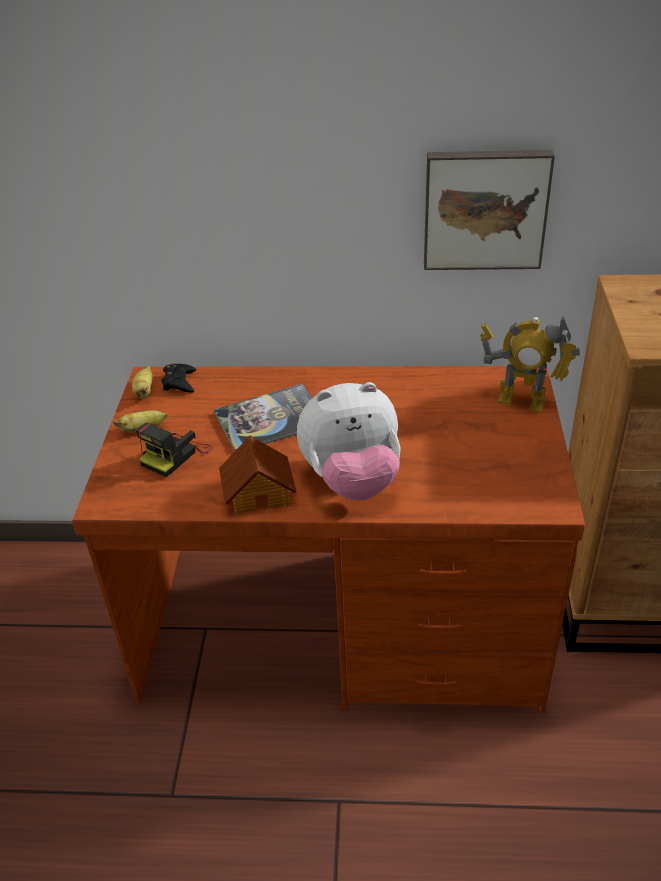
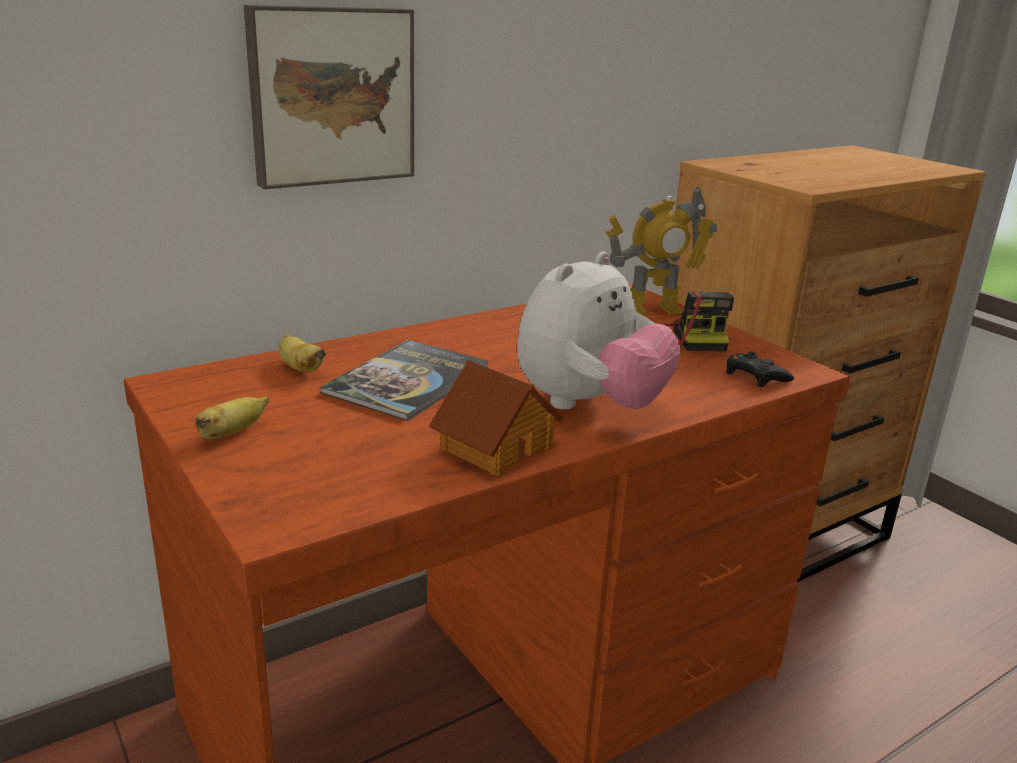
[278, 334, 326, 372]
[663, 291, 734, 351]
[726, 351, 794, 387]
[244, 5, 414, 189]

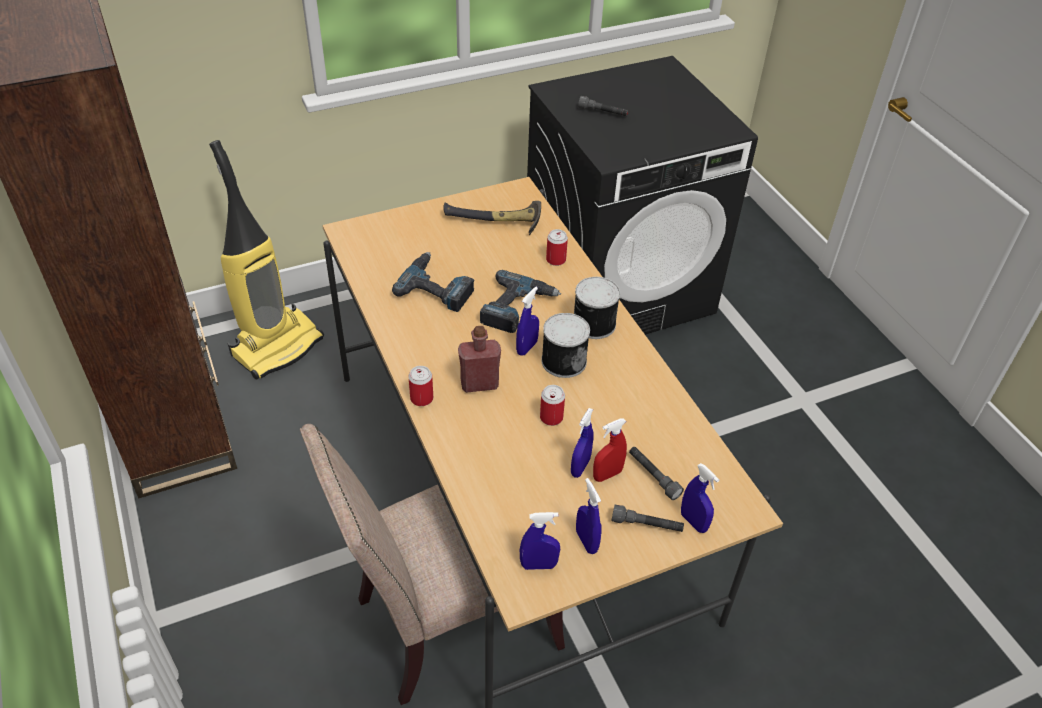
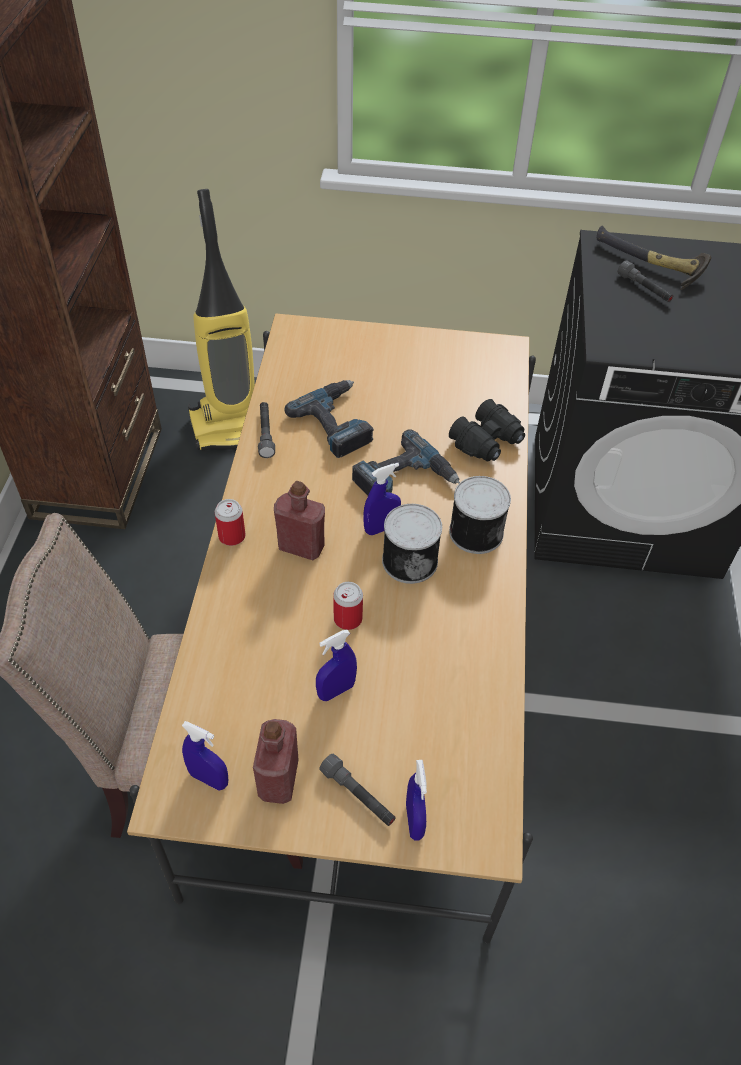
[597, 226, 711, 290]
[449, 399, 525, 461]
[253, 719, 299, 804]
[593, 418, 627, 482] (first image)
[258, 402, 275, 458]

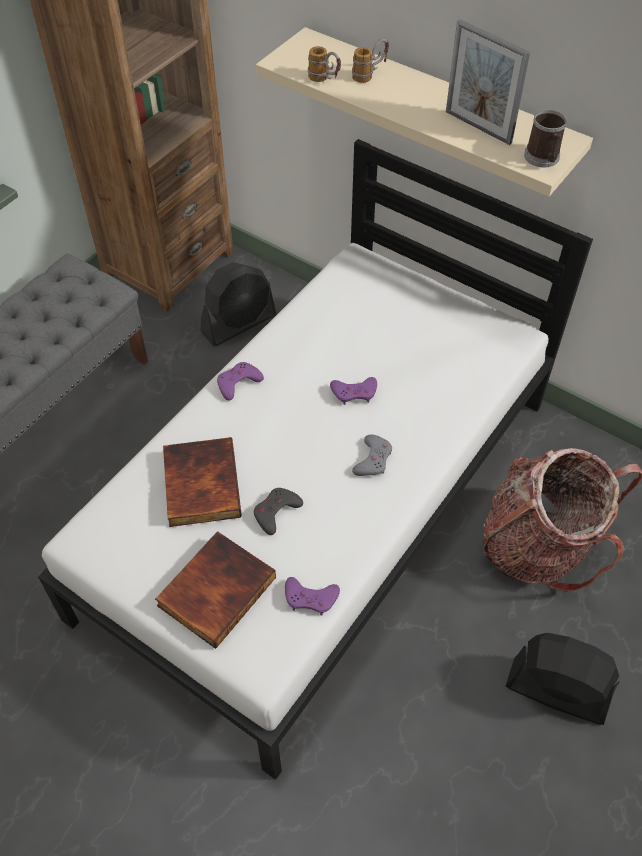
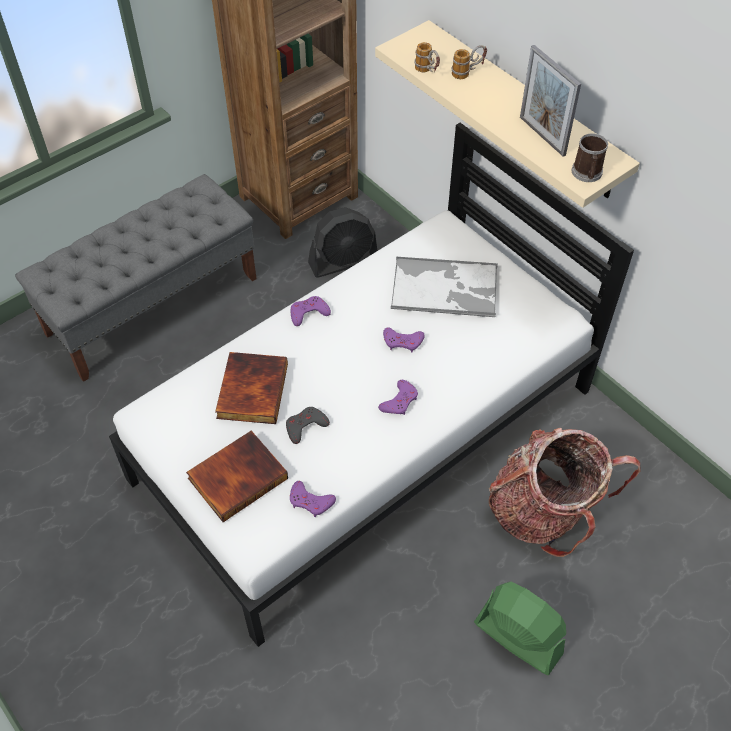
[378, 380, 418, 415]
[474, 582, 566, 676]
[391, 257, 498, 317]

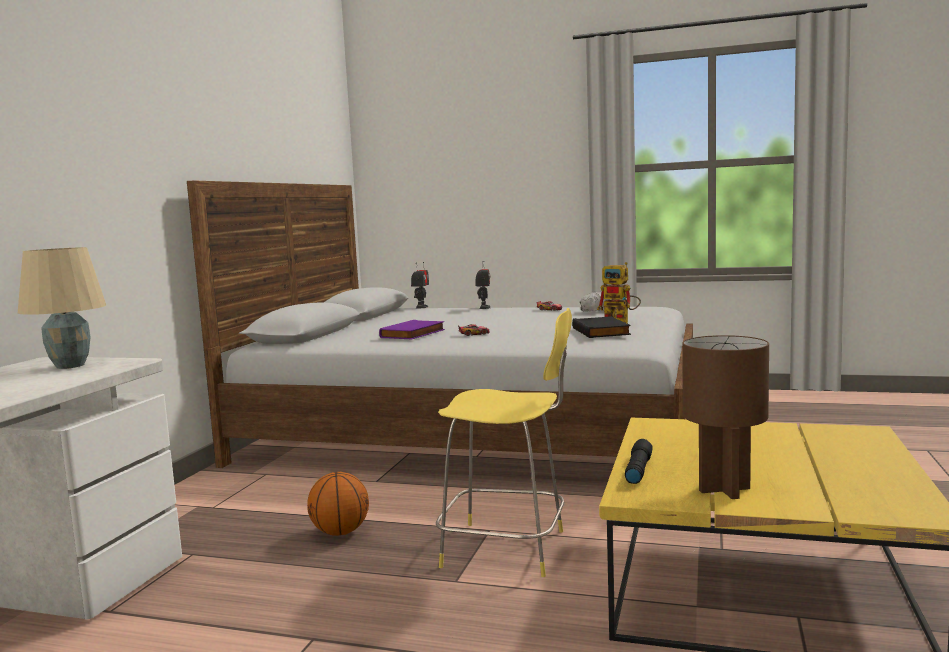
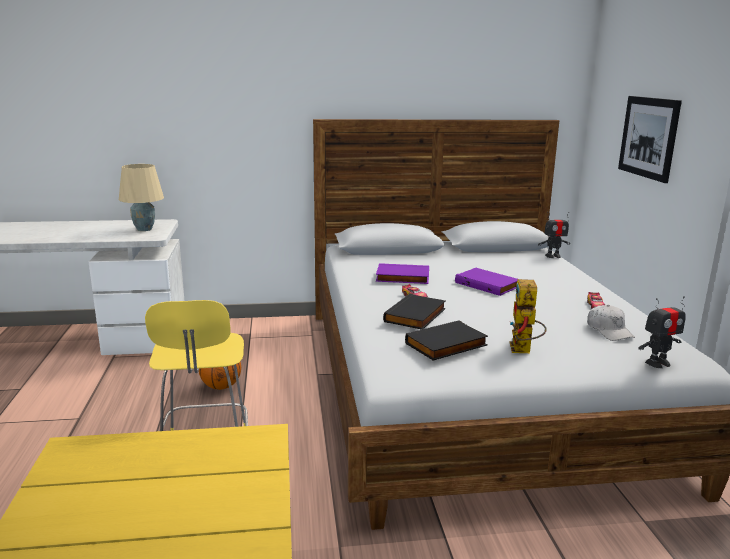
[638, 296, 686, 368]
[625, 439, 653, 484] (first image)
[682, 335, 769, 499] (first image)
[383, 294, 446, 330]
[455, 268, 518, 296]
[618, 96, 682, 183]

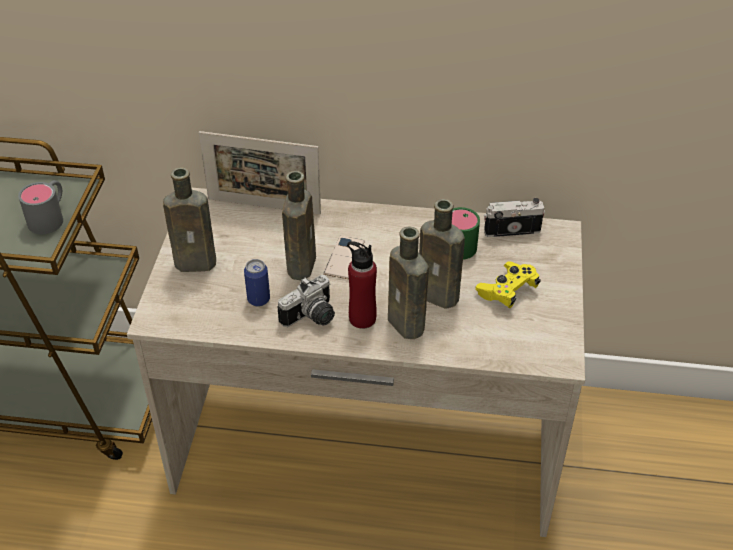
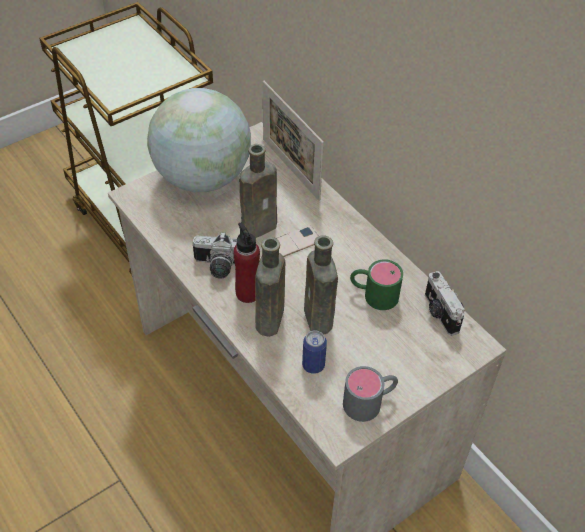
[343, 366, 398, 422]
[147, 88, 251, 192]
[302, 330, 327, 374]
[475, 261, 541, 308] (first image)
[425, 271, 465, 336]

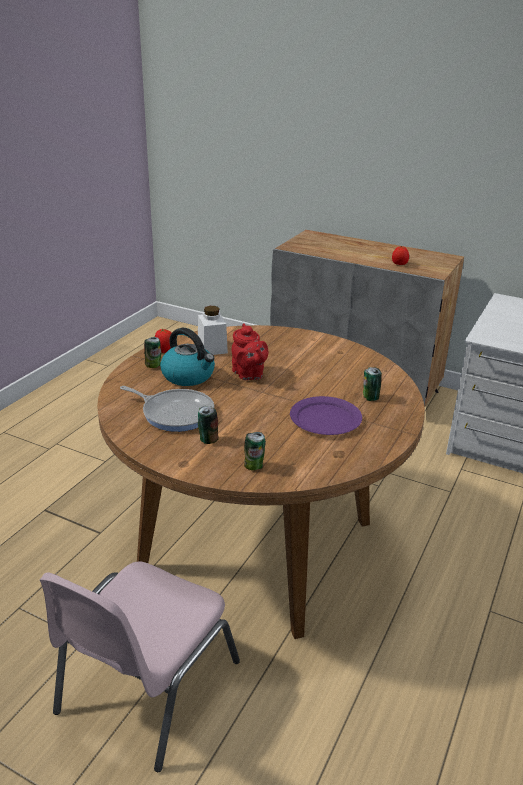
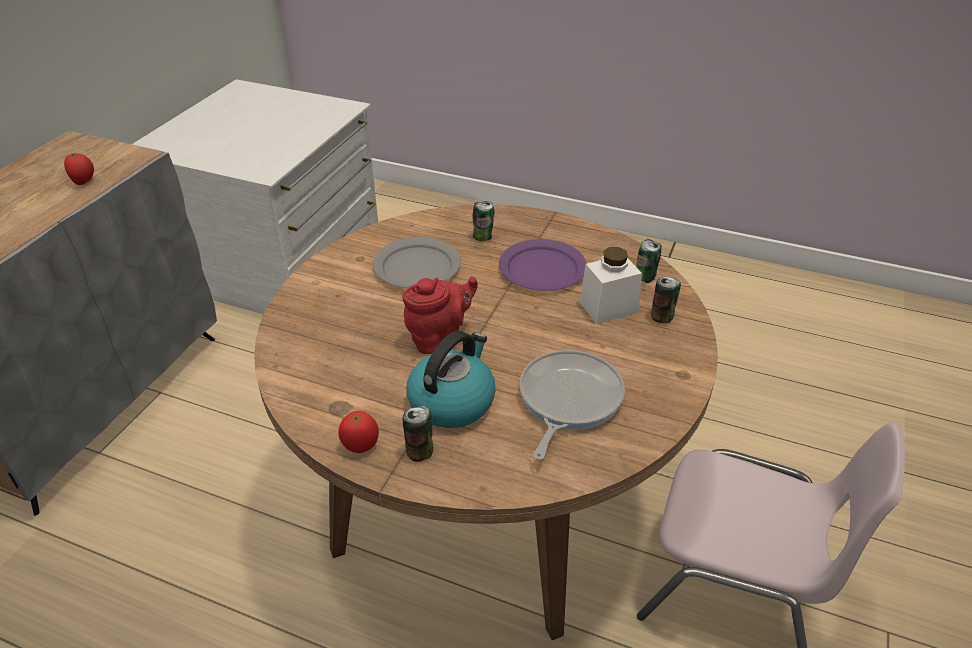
[580, 247, 642, 324]
[636, 239, 662, 283]
[373, 237, 461, 288]

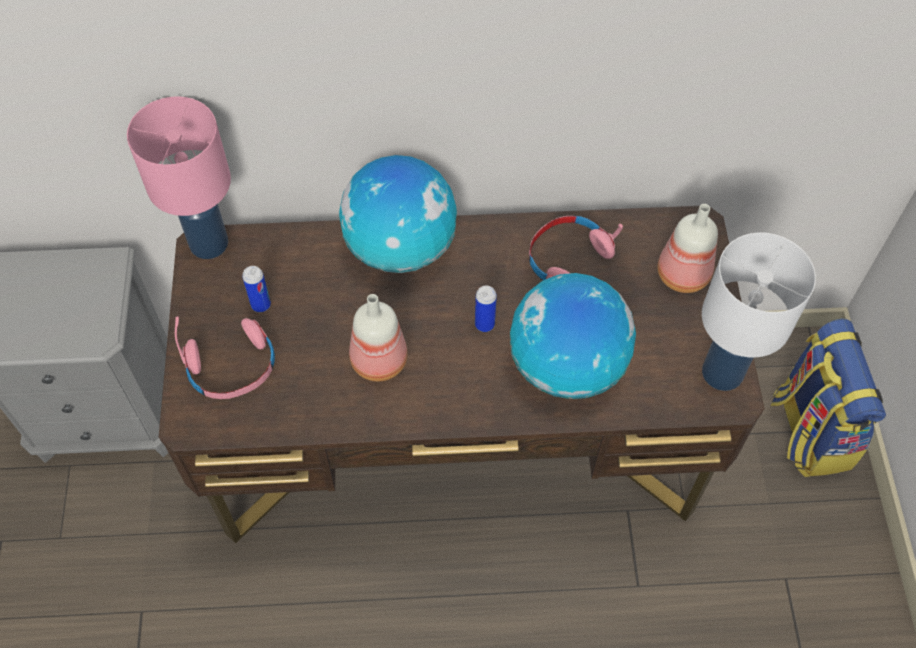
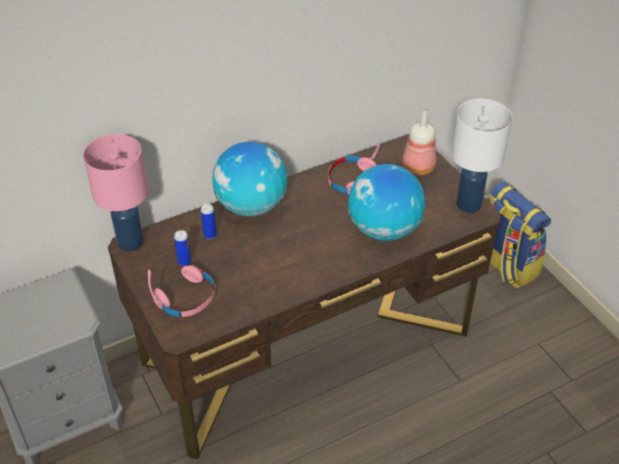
[349, 294, 408, 382] (first image)
[201, 204, 217, 239]

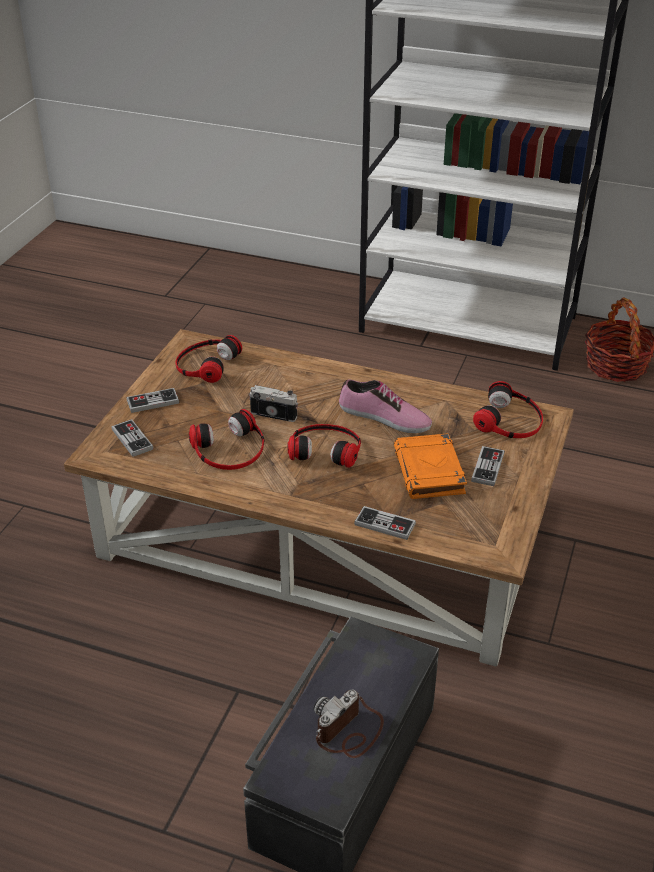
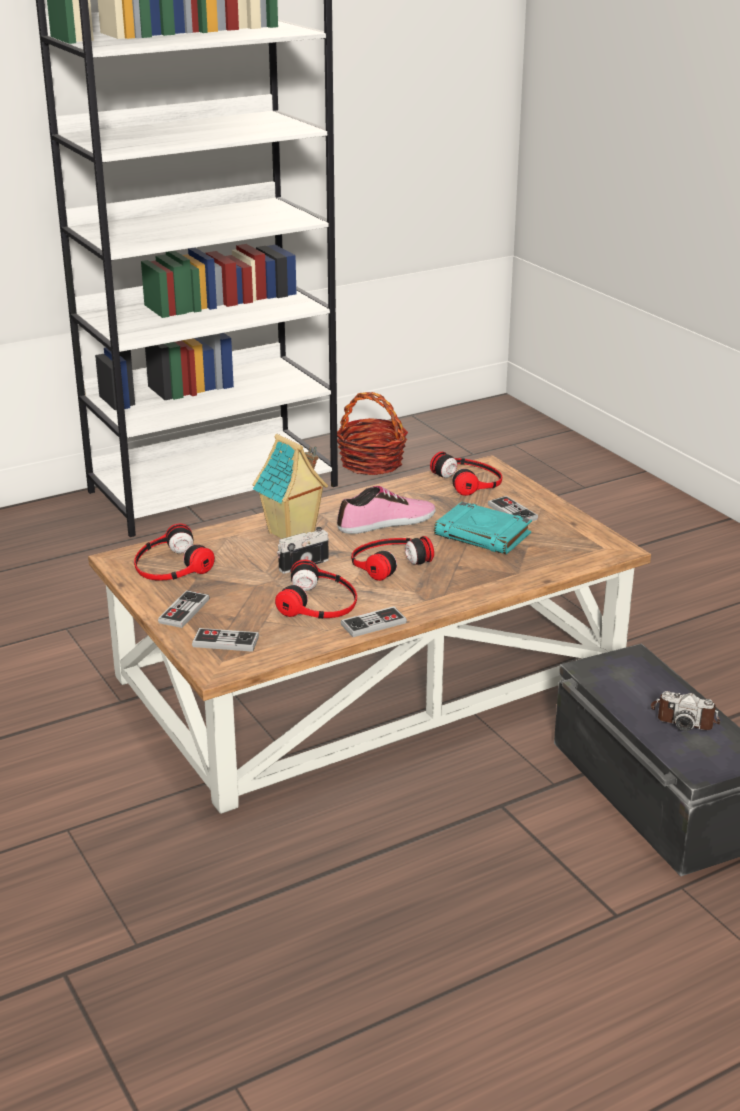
[651, 691, 720, 731]
[341, 606, 407, 637]
[434, 502, 532, 554]
[253, 434, 328, 539]

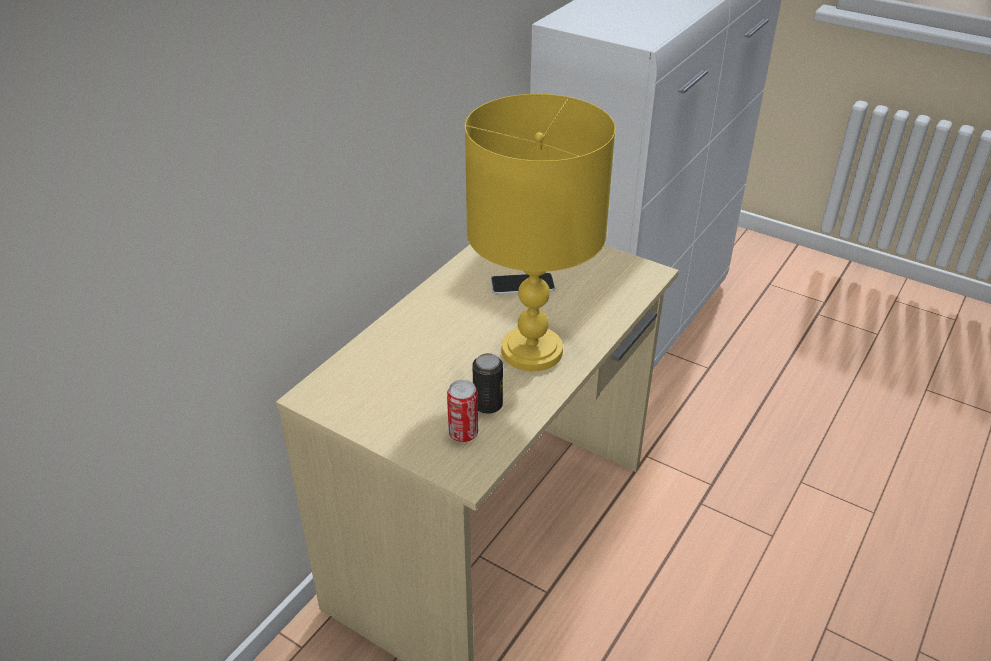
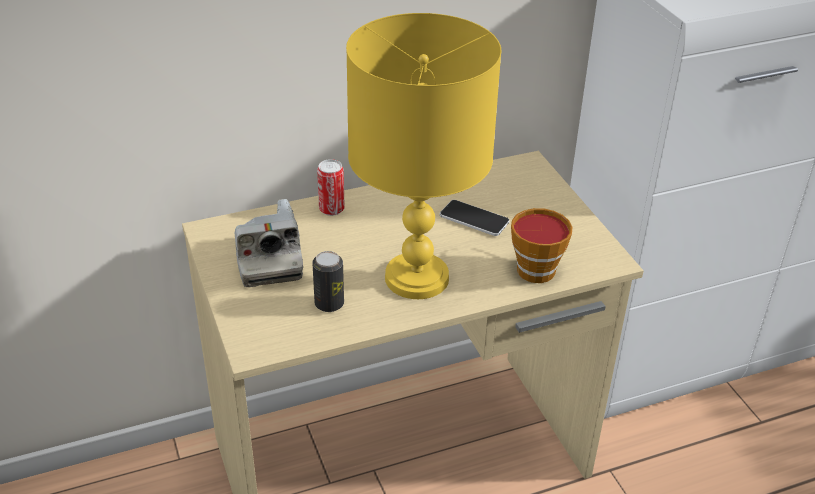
[317, 159, 345, 216]
[235, 199, 303, 287]
[511, 208, 572, 283]

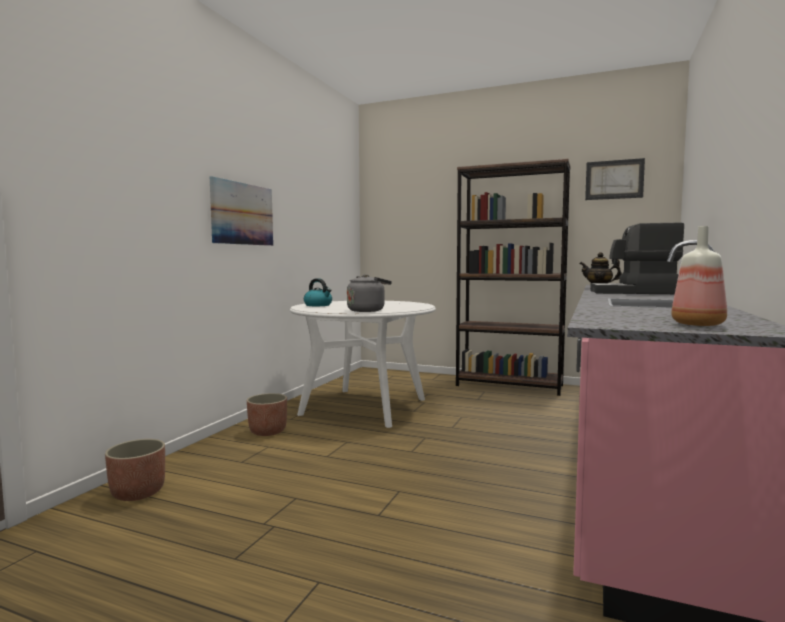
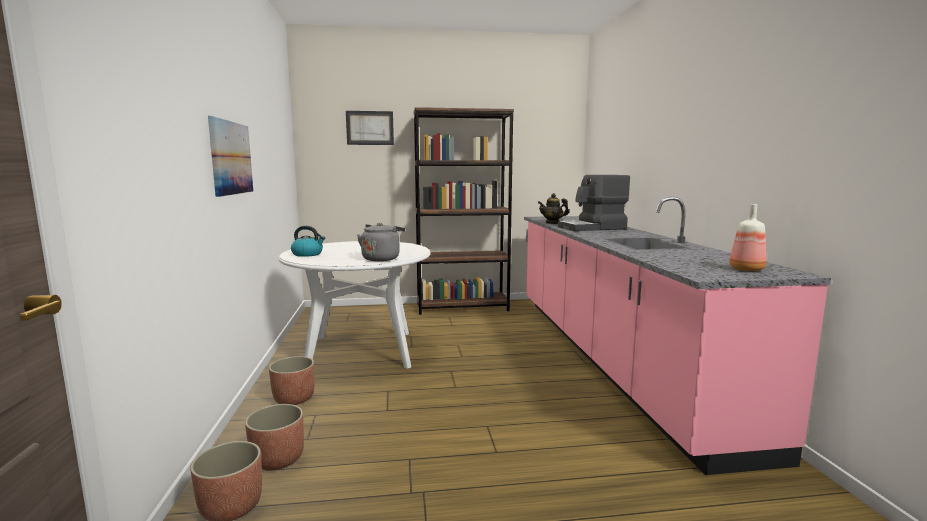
[346, 111, 394, 145]
[245, 404, 304, 470]

